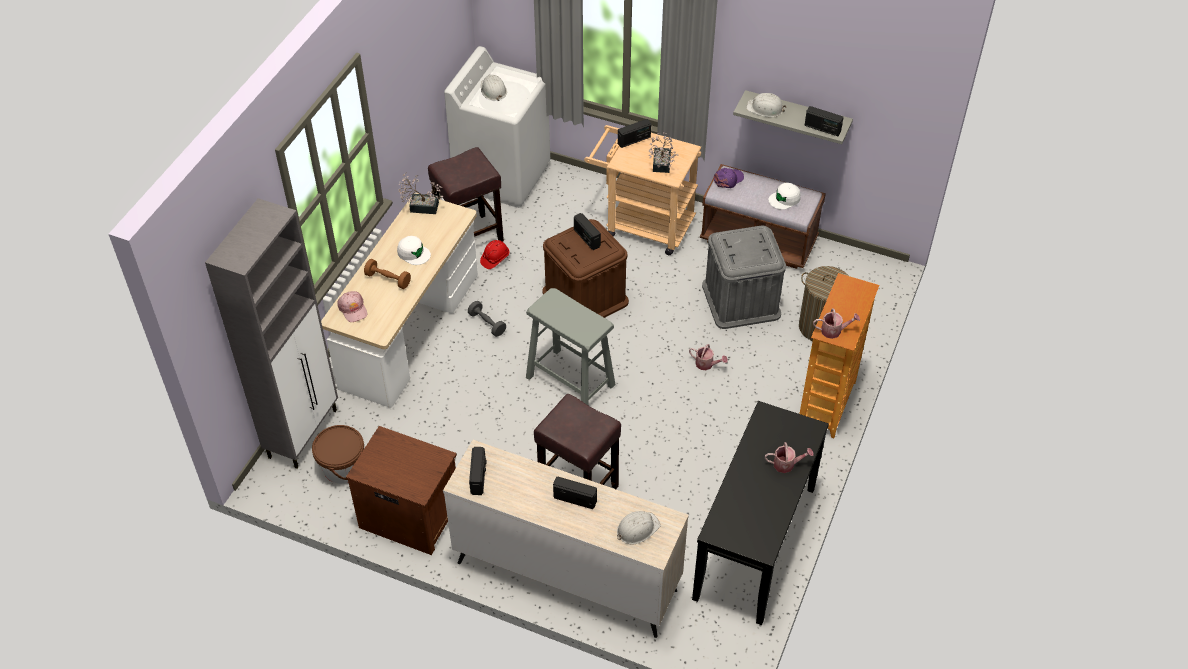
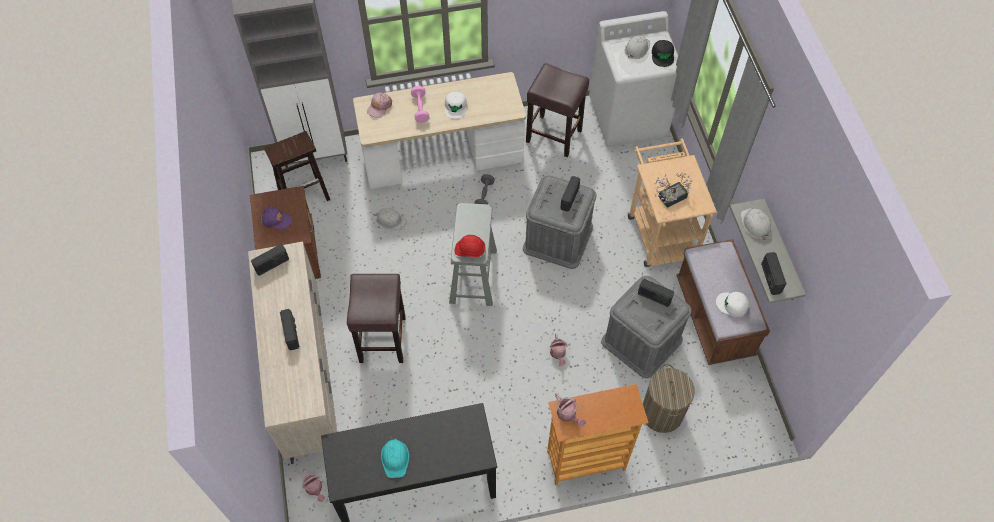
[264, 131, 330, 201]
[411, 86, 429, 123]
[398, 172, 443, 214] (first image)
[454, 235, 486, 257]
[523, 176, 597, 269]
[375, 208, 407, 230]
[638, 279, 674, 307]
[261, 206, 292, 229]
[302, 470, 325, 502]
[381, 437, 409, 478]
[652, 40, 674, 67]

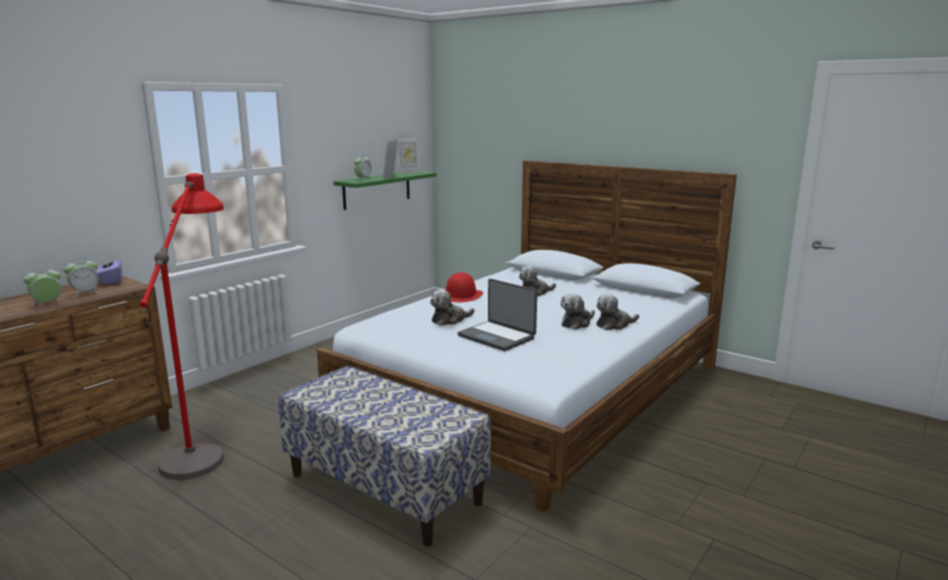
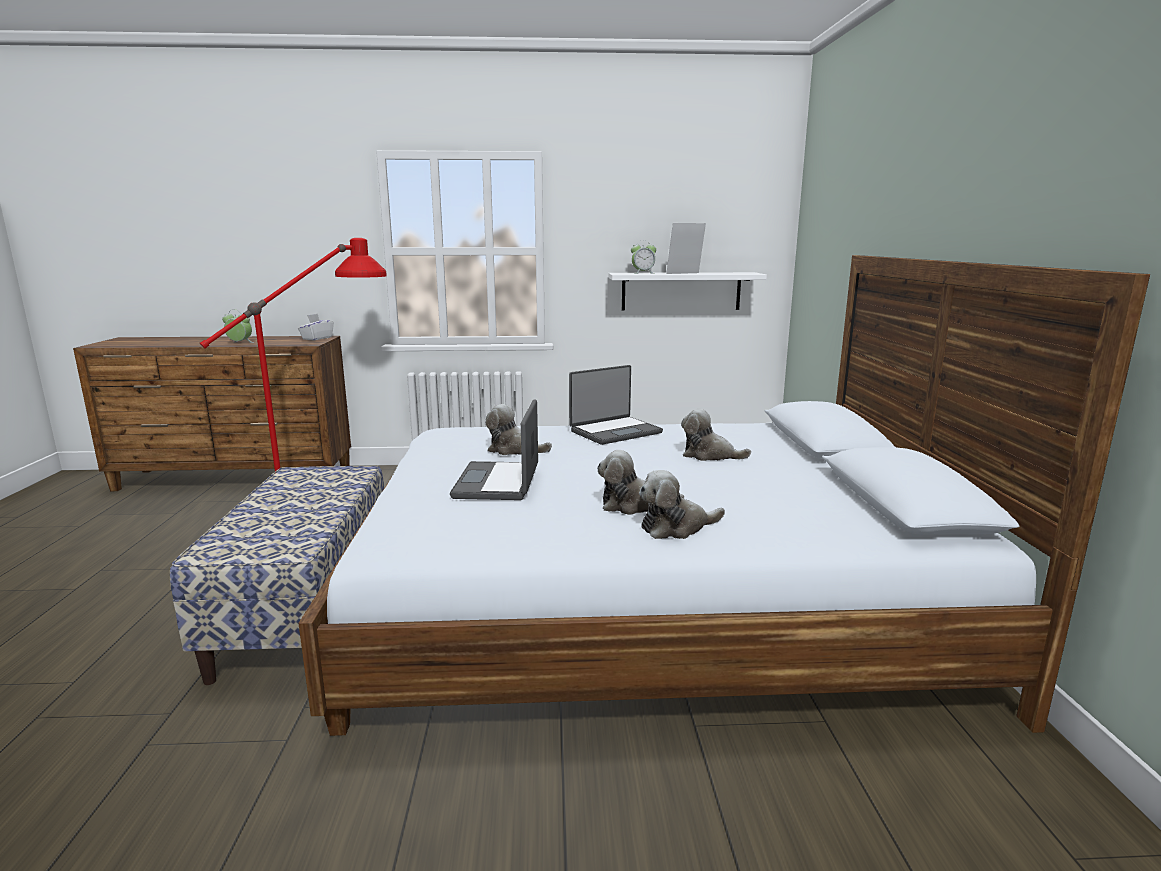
[63, 257, 101, 297] (first image)
[298, 314, 334, 340]
[608, 272, 767, 310]
[394, 137, 422, 173] (first image)
[569, 365, 663, 445]
[639, 470, 725, 539]

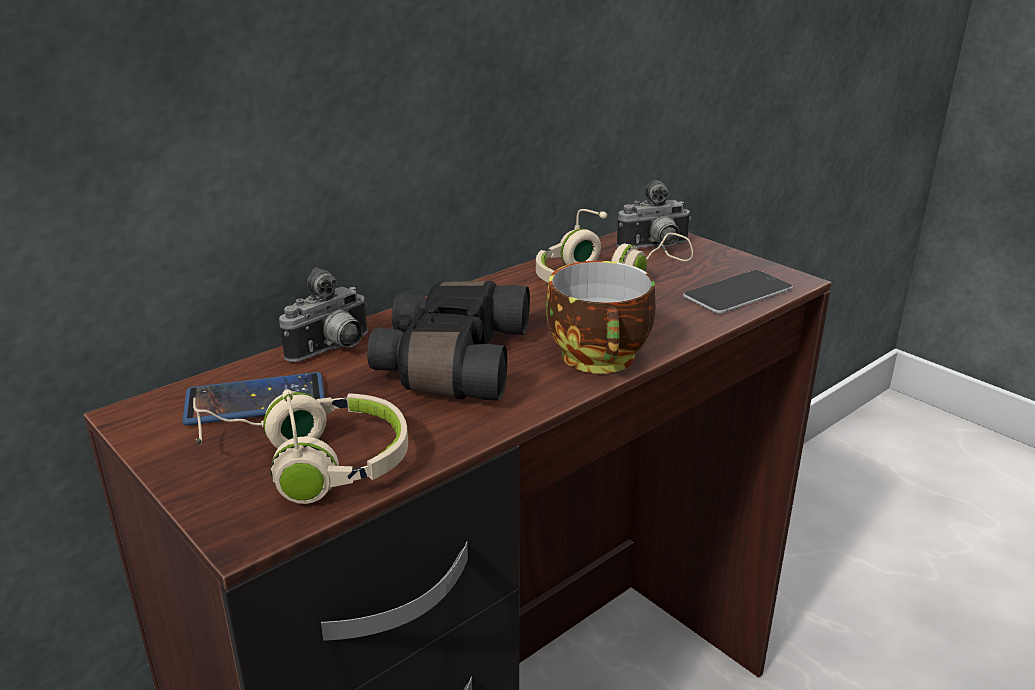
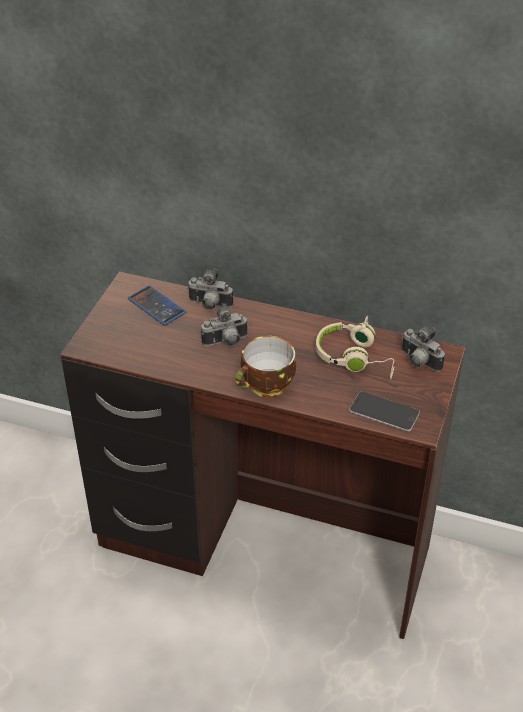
[193, 389, 408, 504] (first image)
[201, 304, 248, 346]

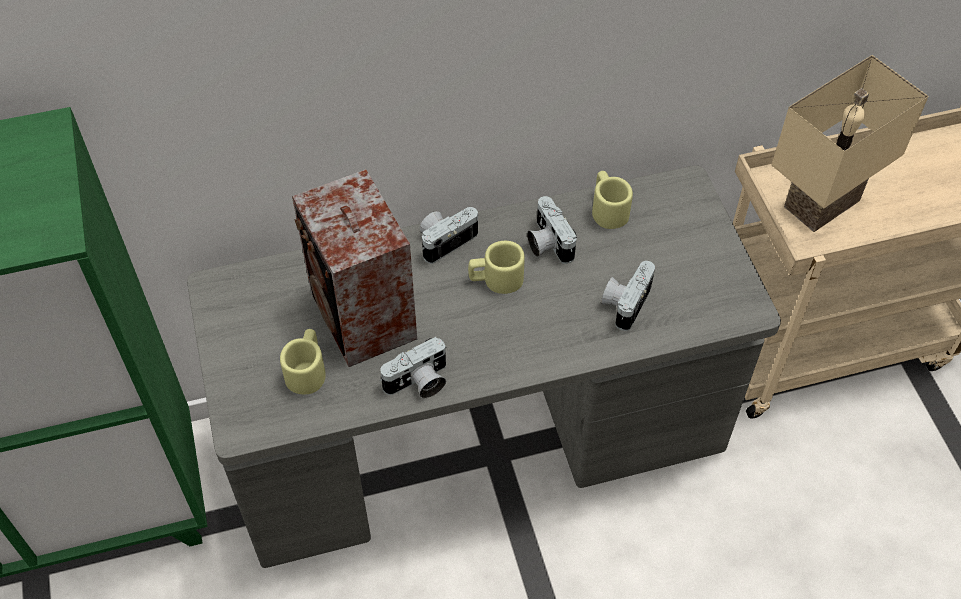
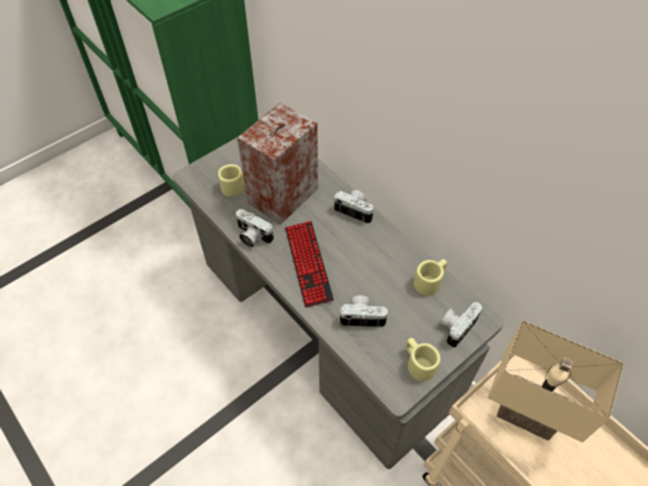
[406, 338, 441, 382]
[440, 302, 482, 348]
[285, 221, 334, 308]

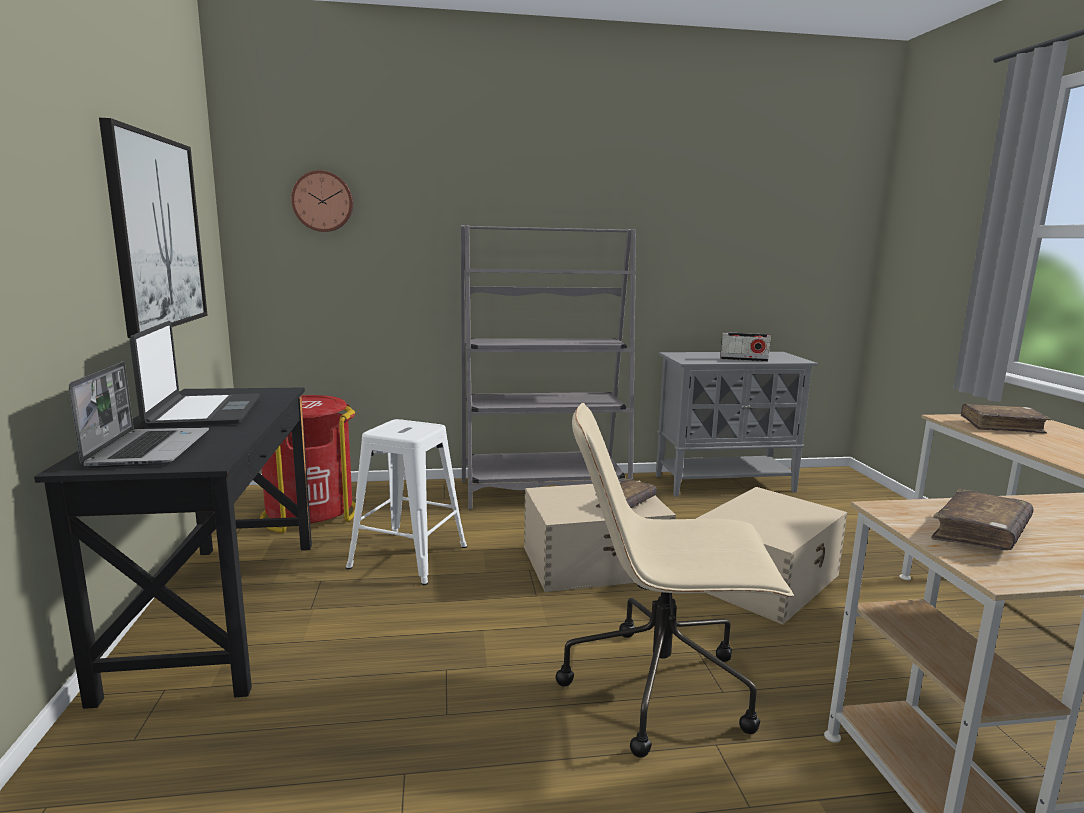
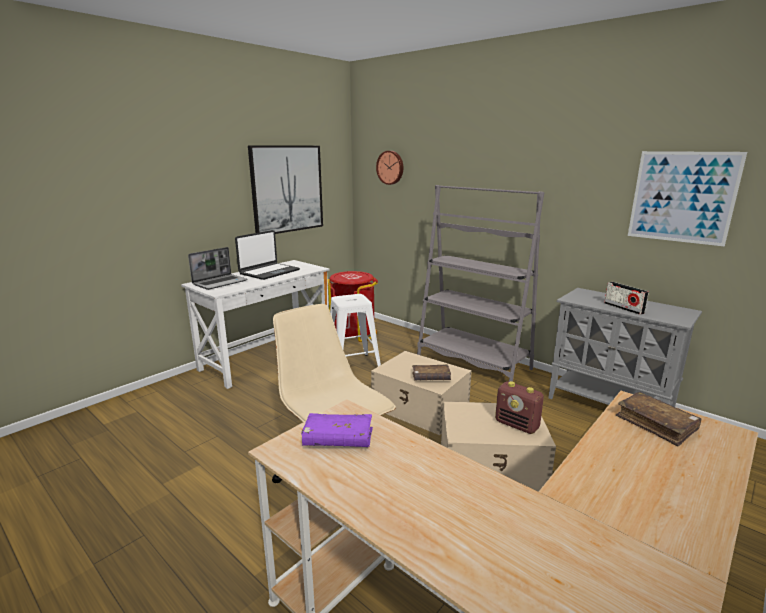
[181, 260, 330, 389]
[301, 413, 373, 447]
[495, 381, 544, 434]
[628, 151, 747, 246]

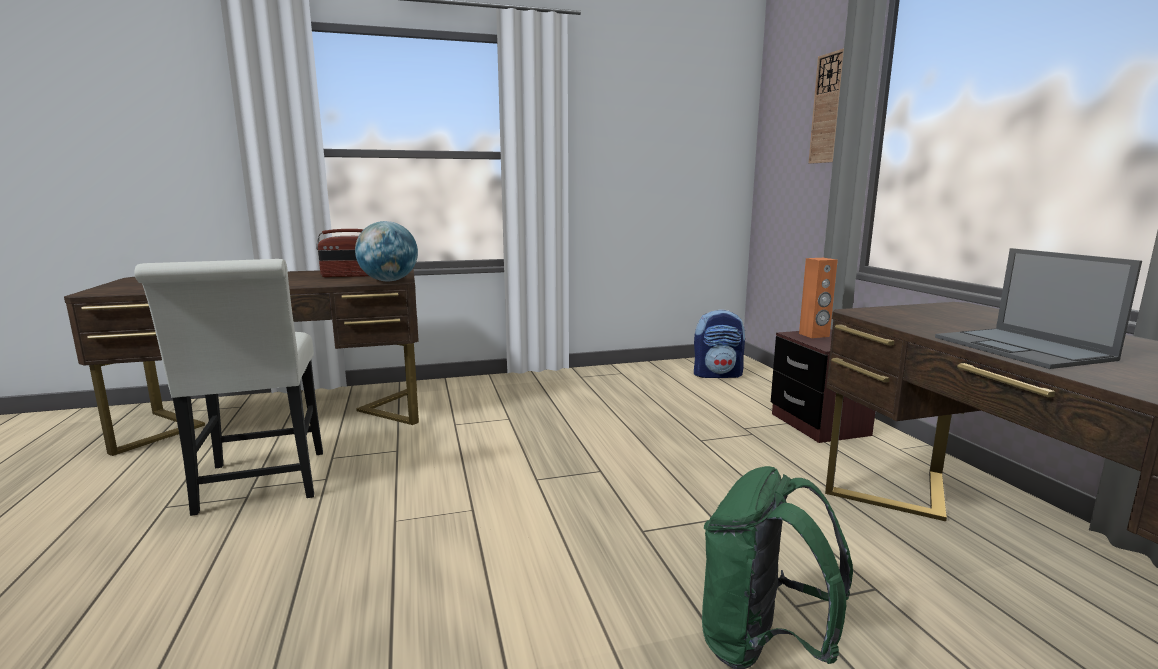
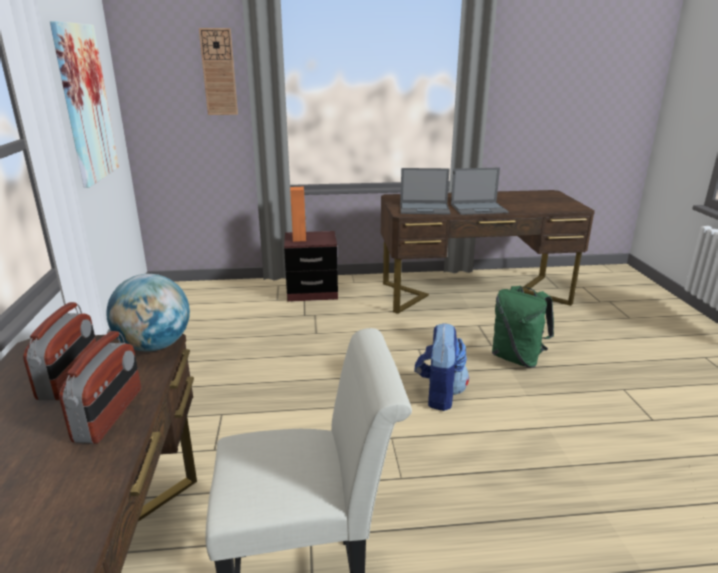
[414, 323, 469, 411]
[50, 21, 119, 188]
[59, 331, 141, 444]
[400, 168, 451, 215]

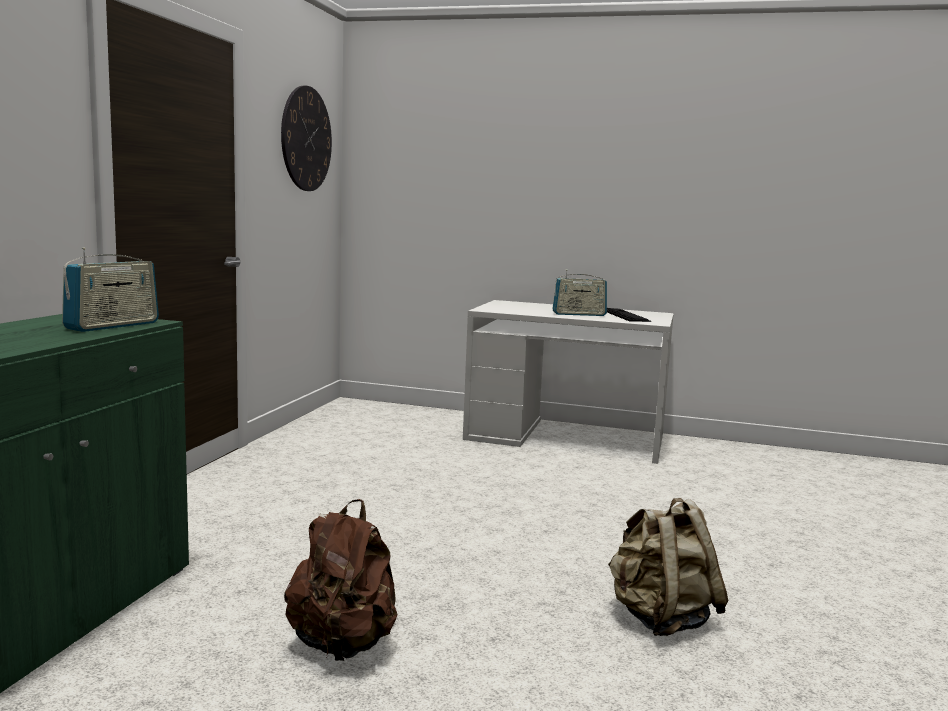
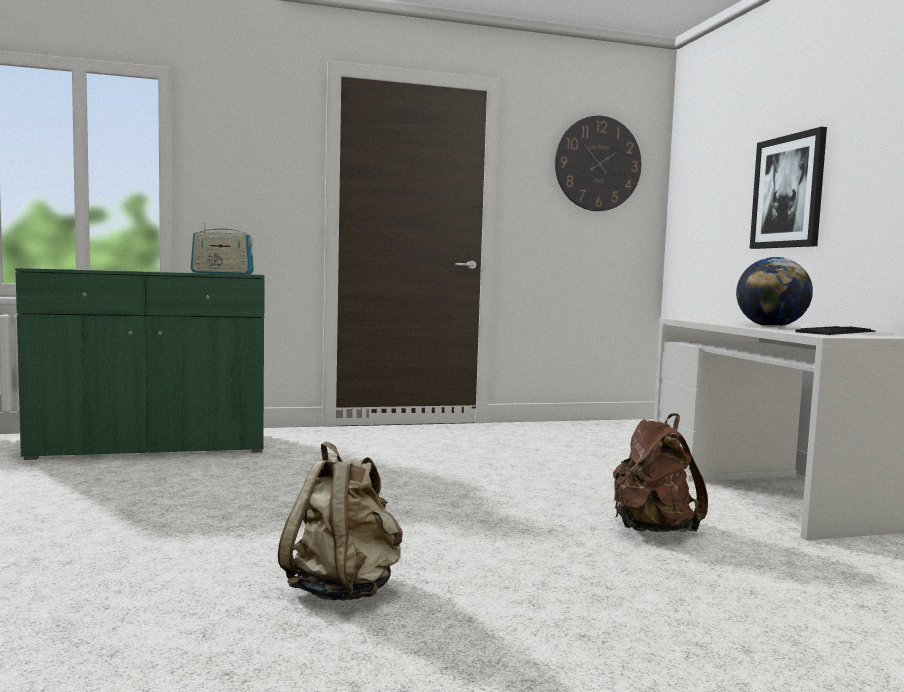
[613, 413, 708, 532]
[736, 257, 813, 327]
[750, 127, 827, 249]

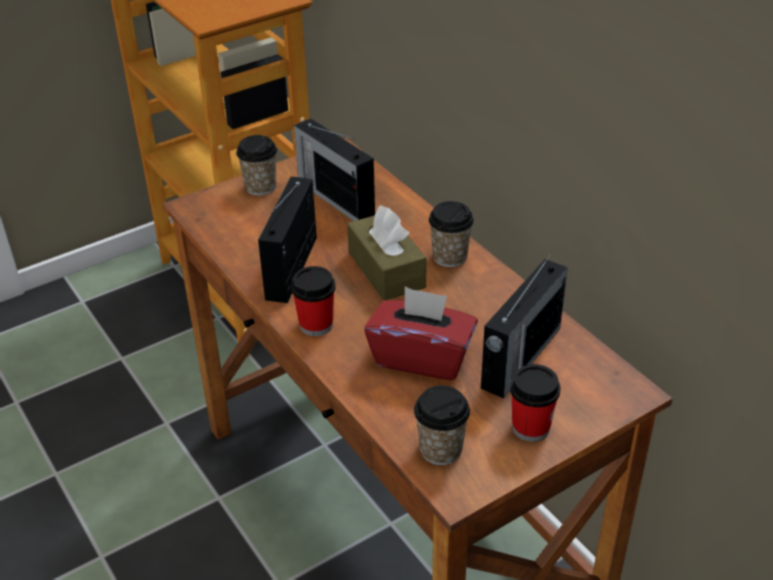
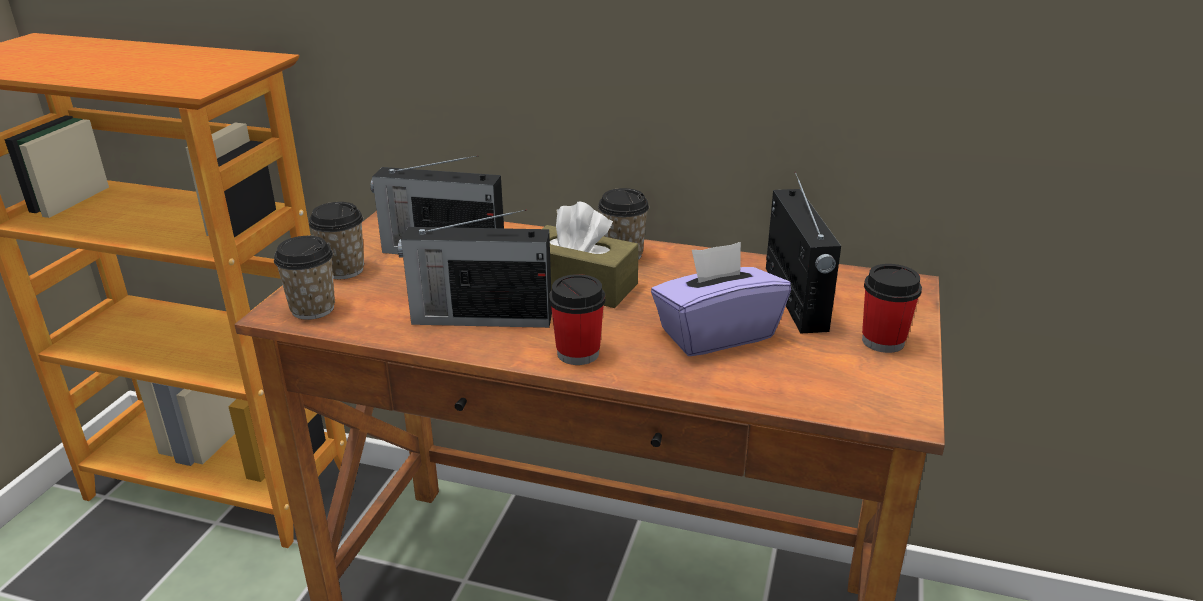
[398, 209, 552, 328]
[651, 242, 791, 356]
[274, 236, 335, 320]

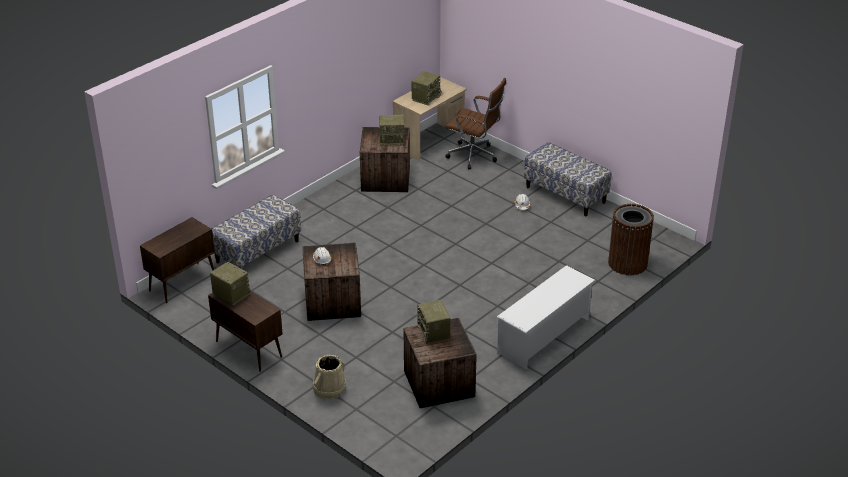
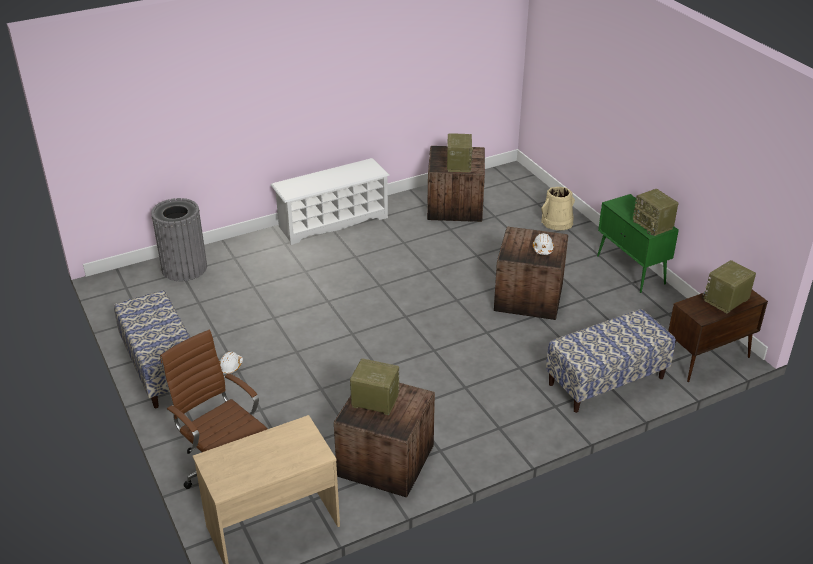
[597, 194, 679, 293]
[702, 260, 756, 313]
[151, 198, 207, 281]

